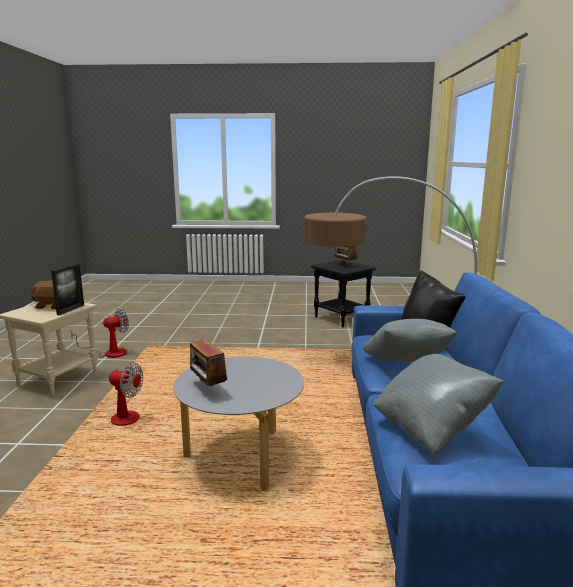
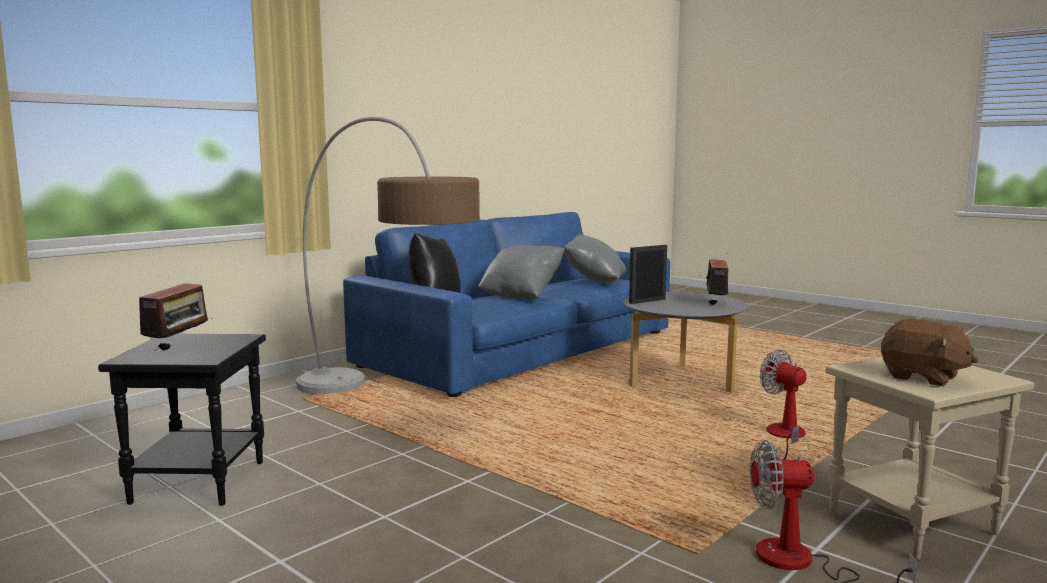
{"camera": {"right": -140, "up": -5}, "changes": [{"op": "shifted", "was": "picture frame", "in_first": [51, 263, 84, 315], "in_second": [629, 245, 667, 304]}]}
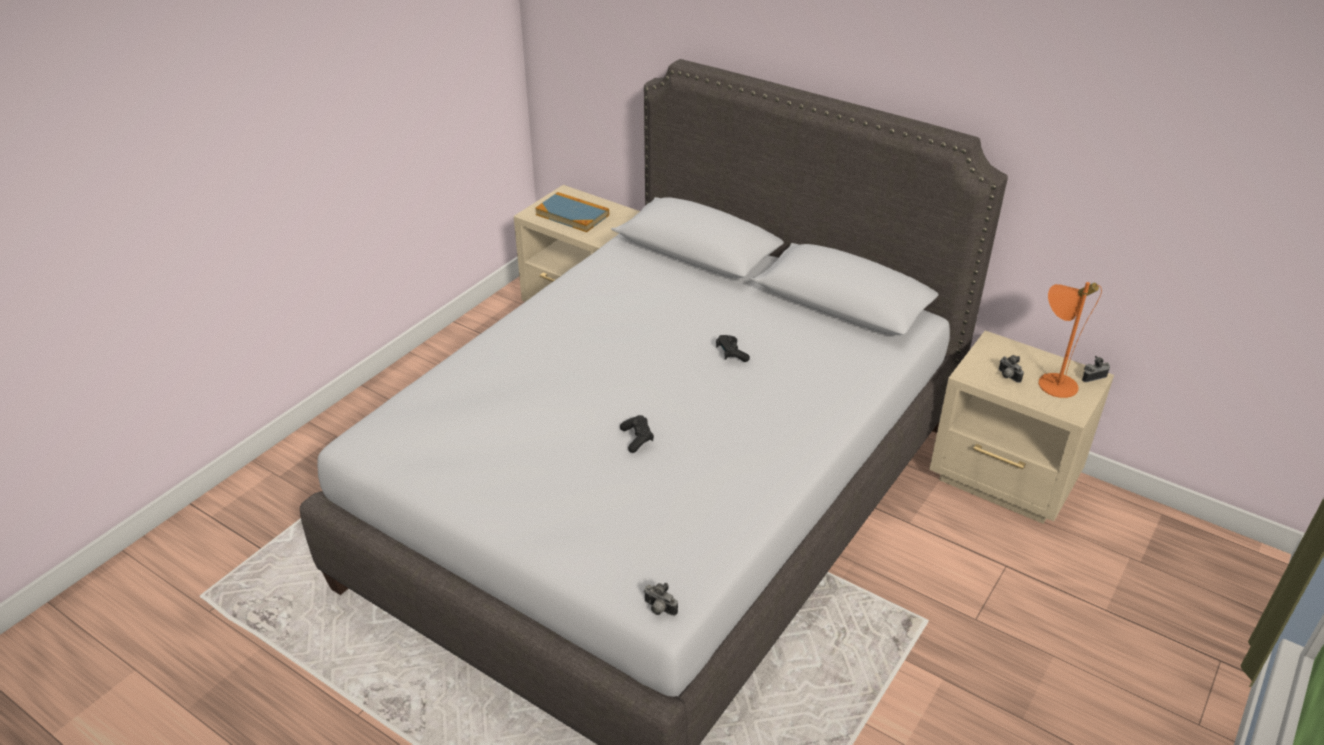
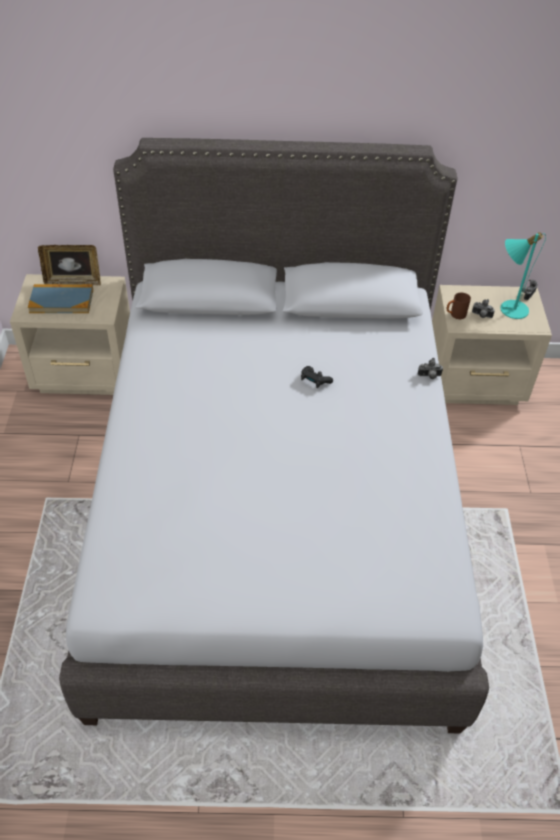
{"camera": {"right": -35, "up": 10}, "changes": [{"op": "new", "now": "picture frame", "in_second": [38, 245, 101, 285]}, {"op": "shifted", "was": "photo camera", "in_first": [643, 583, 678, 616], "in_second": [418, 358, 443, 379]}, {"op": "new", "now": "brown tea mug", "in_second": [447, 292, 471, 319]}, {"op": "repainted", "was": "orange-coloured lamp for a table", "now": "turquoise lamp for a table", "in_first": [1038, 282, 1102, 398], "in_second": [500, 232, 546, 319]}, {"op": "gone", "was": "black-coloured joypad", "in_first": [620, 415, 654, 453]}]}
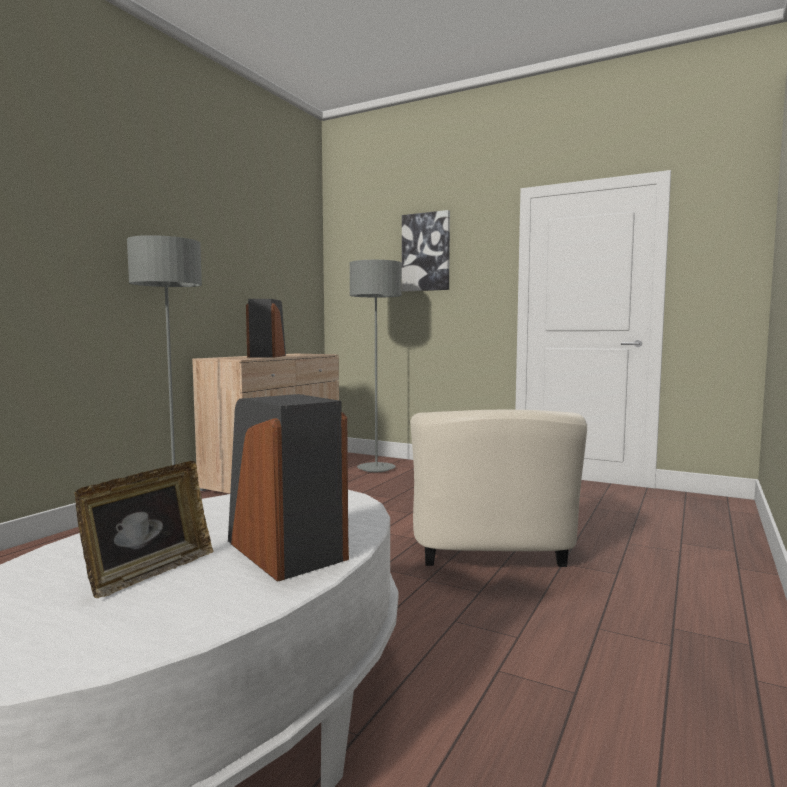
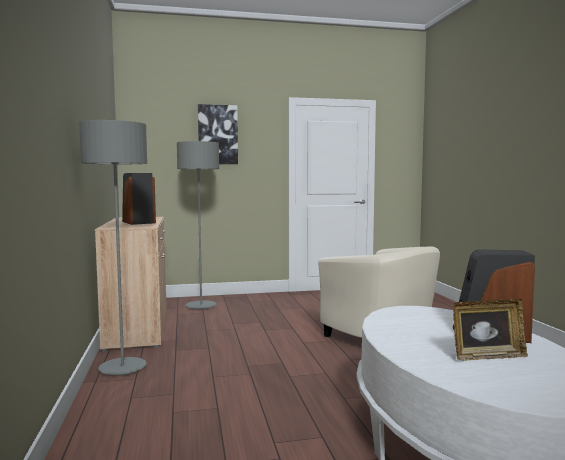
{"camera": {"right": -40, "up": 0}, "changes": [{"op": "rotated", "was": "picture frame", "in_first": [74, 461, 213, 598], "in_second": [453, 299, 528, 361], "clockwise": 90}]}
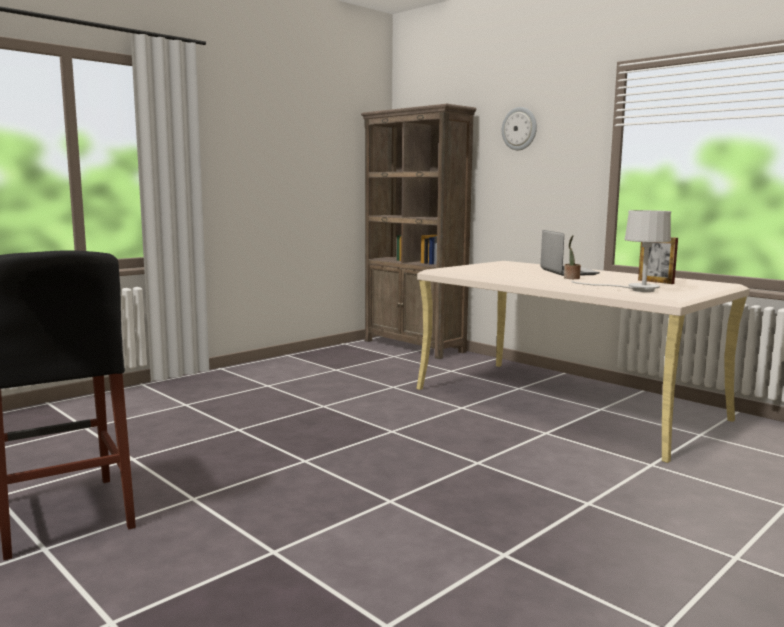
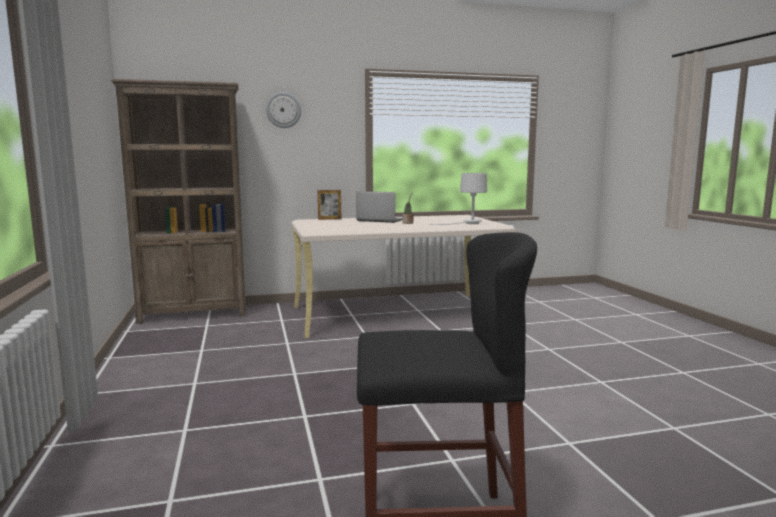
{"camera": {"right": -60, "up": 0}, "changes": [{"op": "shifted", "was": "picture frame", "in_first": [638, 237, 678, 284], "in_second": [318, 190, 341, 220]}]}
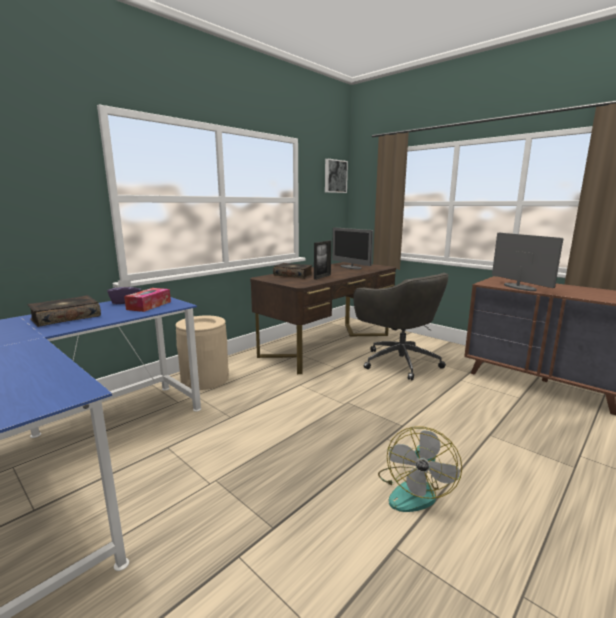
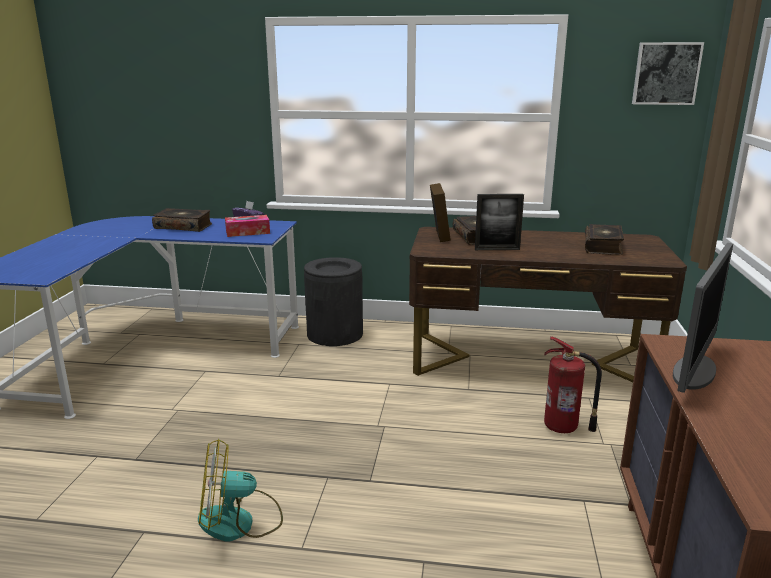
{"camera": {"right": 55, "up": 5}, "changes": [{"op": "repainted", "was": "beige waste bin", "now": "black-coloured waste bin", "in_first": [176, 315, 229, 390], "in_second": [304, 257, 363, 346]}, {"op": "new", "now": "picture frame", "in_second": [430, 183, 451, 242]}, {"op": "swapped", "was": "gray computer chair", "now": "fire-fighting cylinder", "in_first": [353, 273, 448, 380], "in_second": [544, 336, 602, 433]}, {"op": "swapped", "was": "monitor", "now": "volume", "in_first": [332, 227, 373, 269], "in_second": [585, 224, 624, 255]}]}
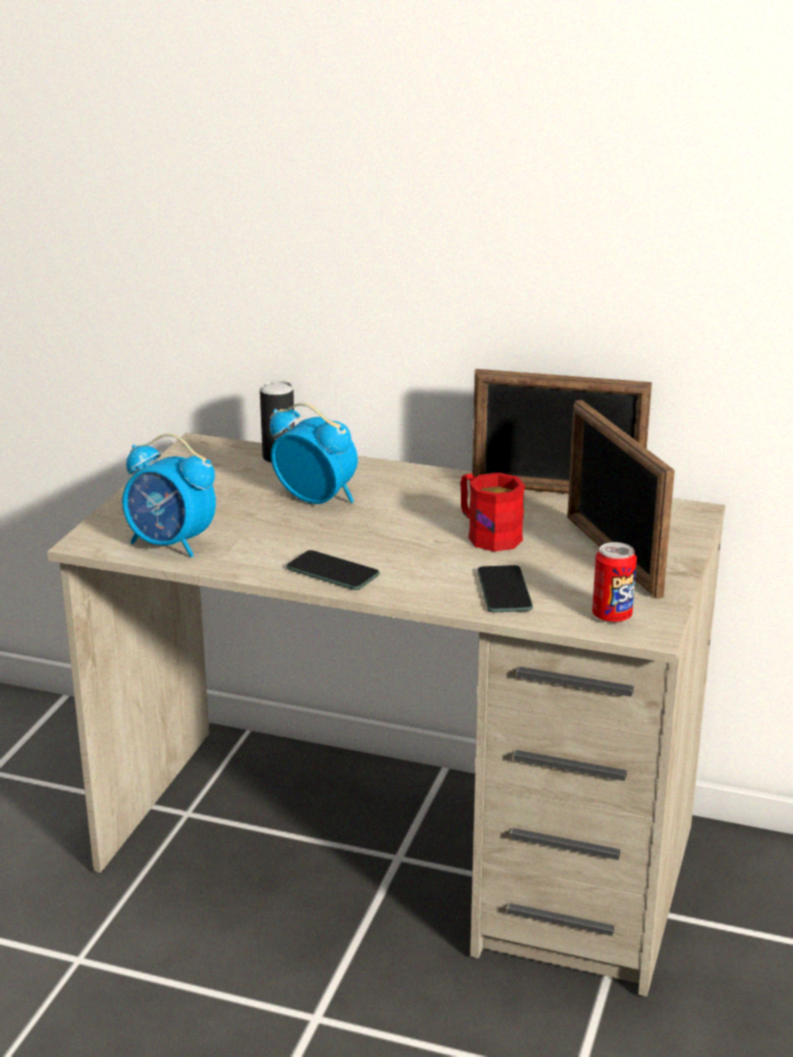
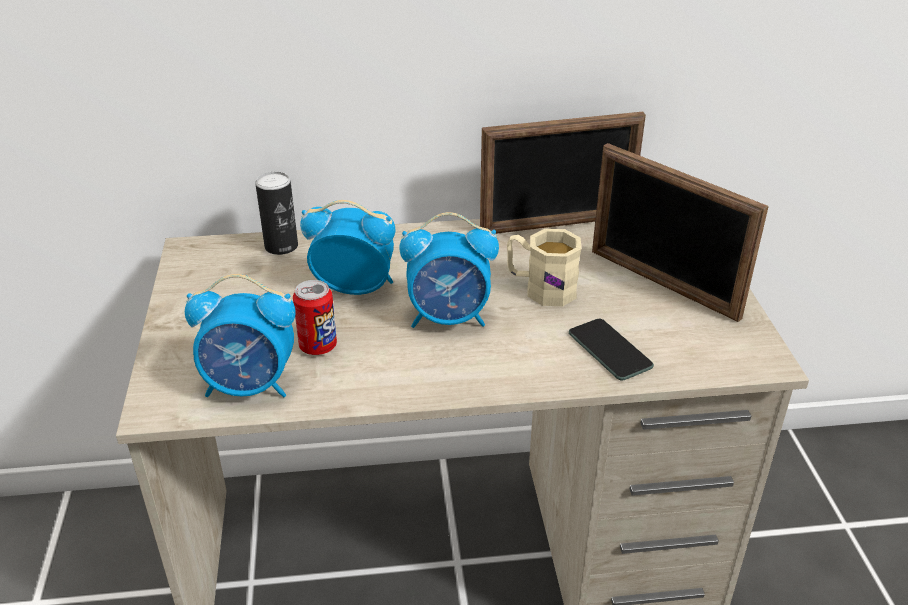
{"camera": {"right": -25, "up": 10}, "changes": [{"op": "shifted", "was": "metal can", "in_first": [592, 542, 637, 623], "in_second": [293, 280, 337, 355]}, {"op": "new", "now": "alarm clock", "in_second": [399, 212, 499, 328]}, {"op": "repainted", "was": "red-coloured tea mug", "now": "beige tea mug", "in_first": [460, 473, 525, 552], "in_second": [507, 229, 581, 306]}, {"op": "gone", "was": "telephone", "in_first": [286, 550, 380, 590]}]}
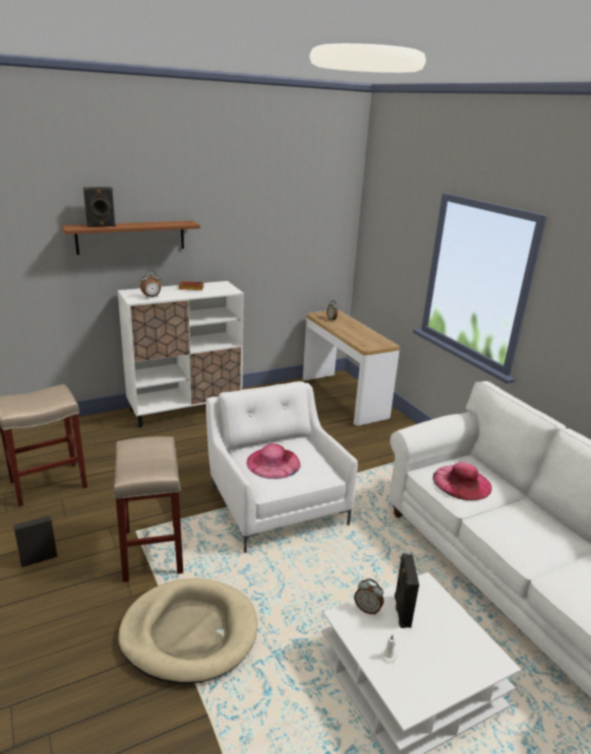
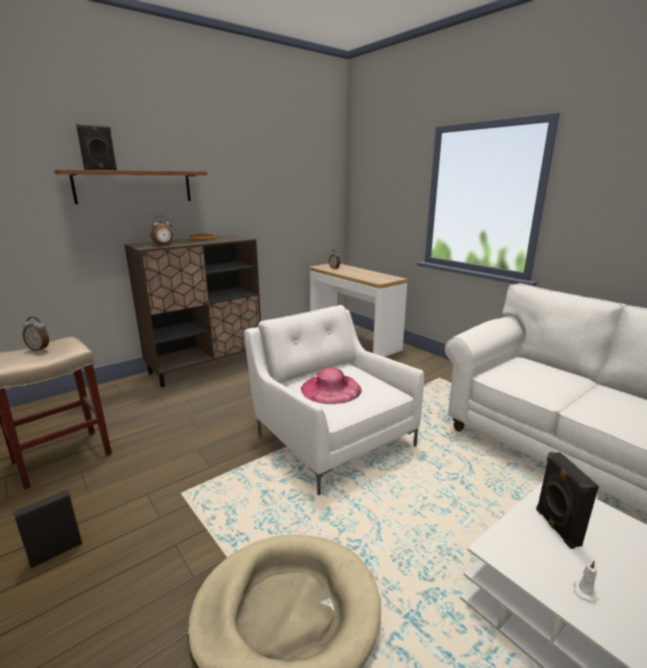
{"camera": {"right": -10, "up": -5}, "changes": [{"op": "shifted", "was": "alarm clock", "in_first": [354, 579, 384, 615], "in_second": [23, 316, 49, 351]}, {"op": "repainted", "was": "white storage cabinet", "now": "brown storage cabinet", "in_first": [117, 281, 244, 427], "in_second": [124, 235, 261, 387]}, {"op": "gone", "was": "beige sitting stool", "in_first": [114, 436, 183, 582]}, {"op": "gone", "was": "pinkish clothing hat", "in_first": [433, 462, 492, 501]}]}
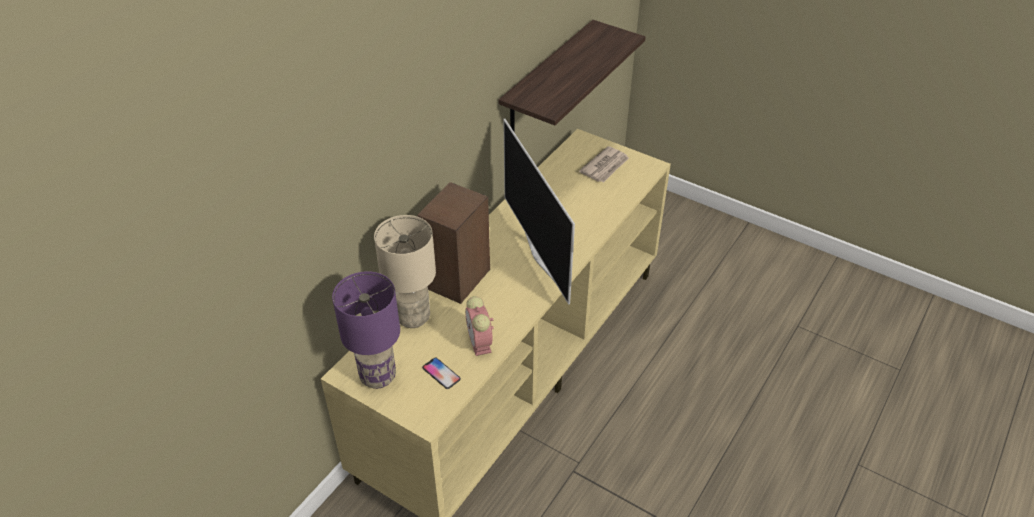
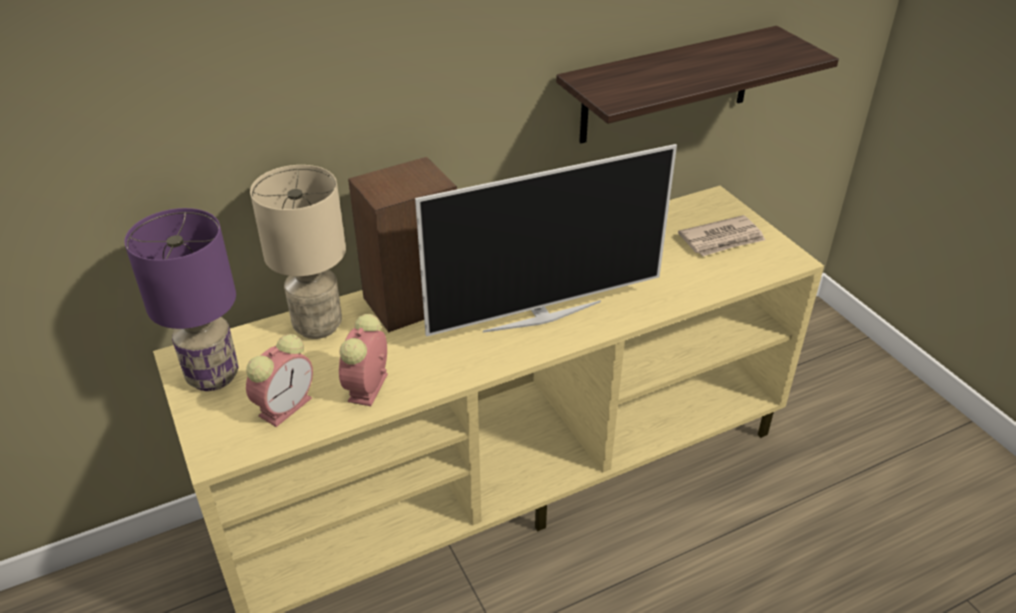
{"camera": {"right": 30, "up": -5}, "changes": [{"op": "swapped", "was": "telephone", "now": "alarm clock", "in_first": [422, 358, 461, 389], "in_second": [246, 334, 313, 427]}, {"op": "rotated", "was": "TV set", "in_first": [504, 119, 575, 305], "in_second": [415, 144, 677, 337], "clockwise": -120}]}
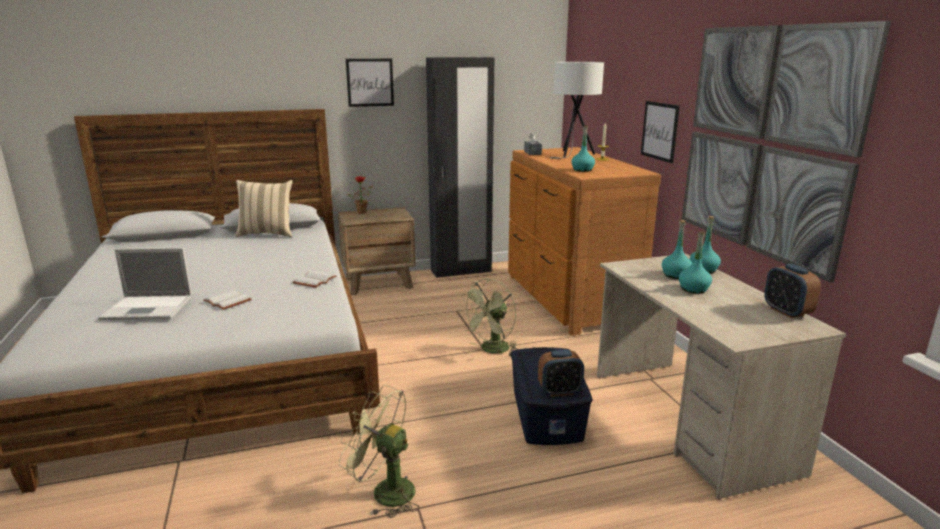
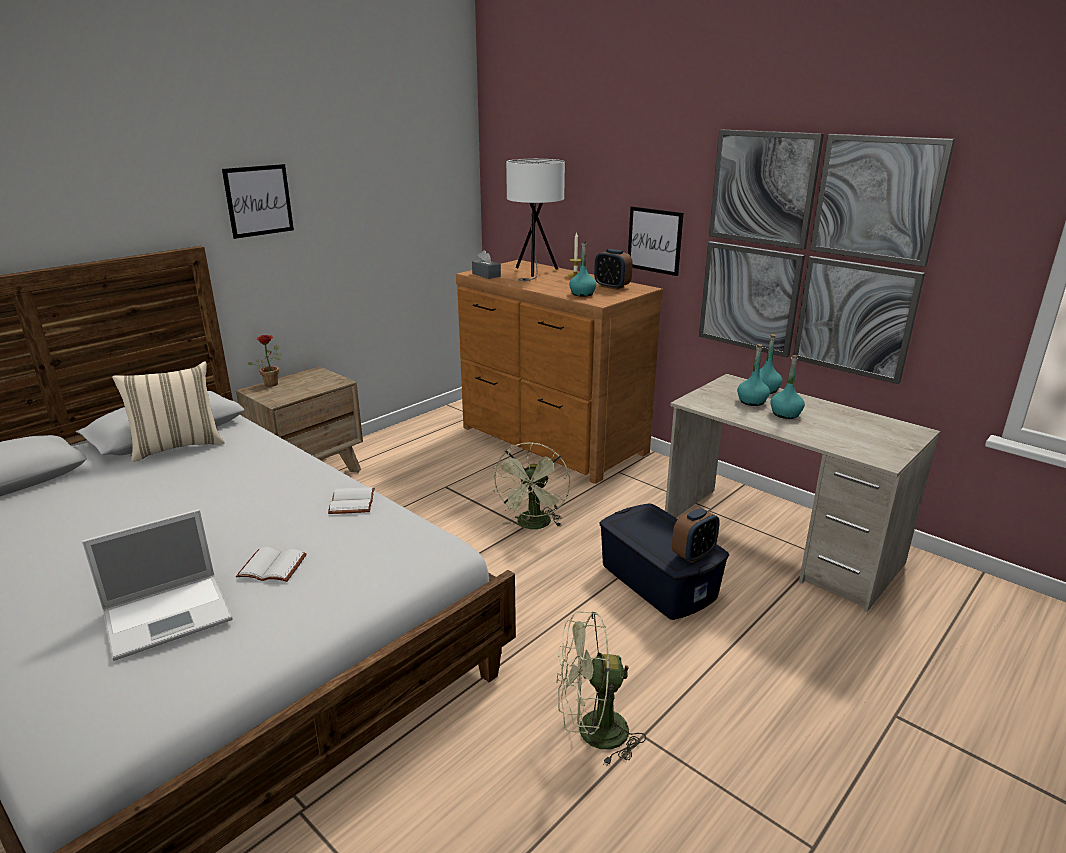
{"camera": {"right": -30, "up": 5}, "changes": [{"op": "shifted", "was": "alarm clock", "in_first": [764, 264, 821, 318], "in_second": [594, 249, 633, 290]}, {"op": "gone", "was": "black-coloured wardrobe", "in_first": [426, 57, 494, 278]}]}
